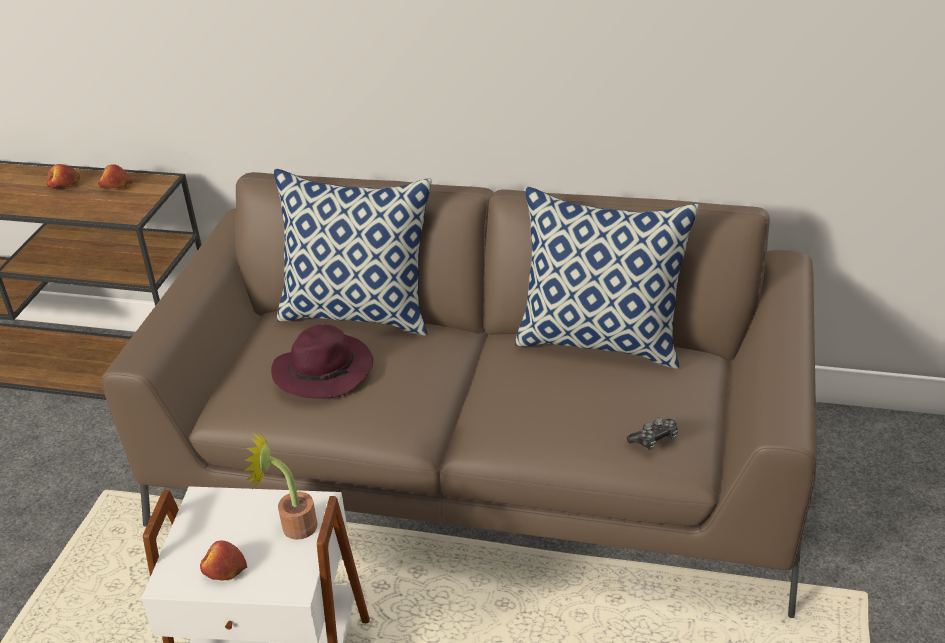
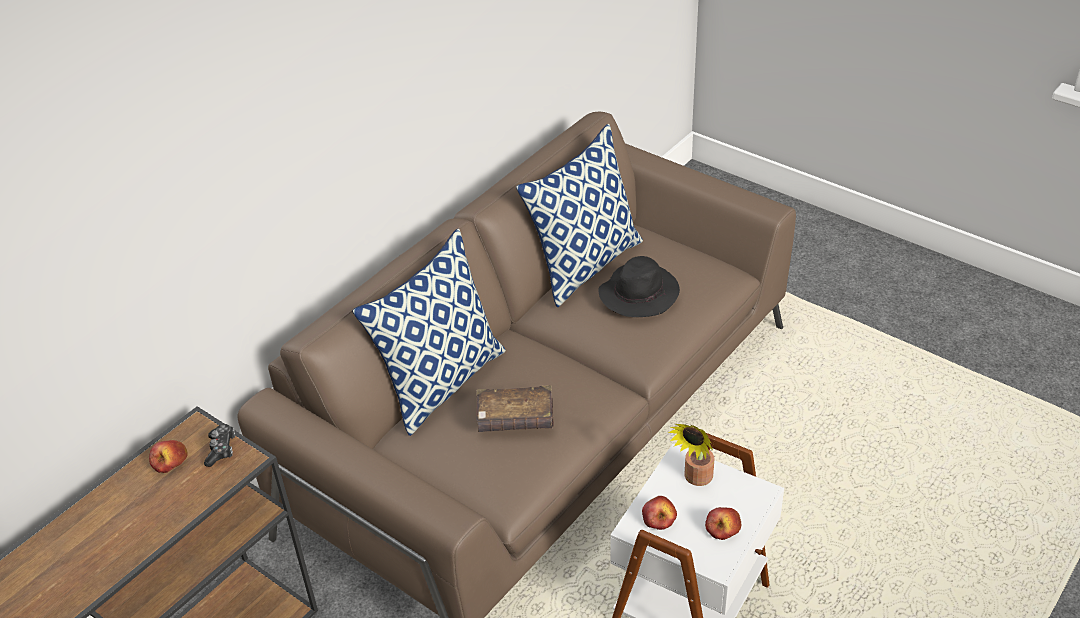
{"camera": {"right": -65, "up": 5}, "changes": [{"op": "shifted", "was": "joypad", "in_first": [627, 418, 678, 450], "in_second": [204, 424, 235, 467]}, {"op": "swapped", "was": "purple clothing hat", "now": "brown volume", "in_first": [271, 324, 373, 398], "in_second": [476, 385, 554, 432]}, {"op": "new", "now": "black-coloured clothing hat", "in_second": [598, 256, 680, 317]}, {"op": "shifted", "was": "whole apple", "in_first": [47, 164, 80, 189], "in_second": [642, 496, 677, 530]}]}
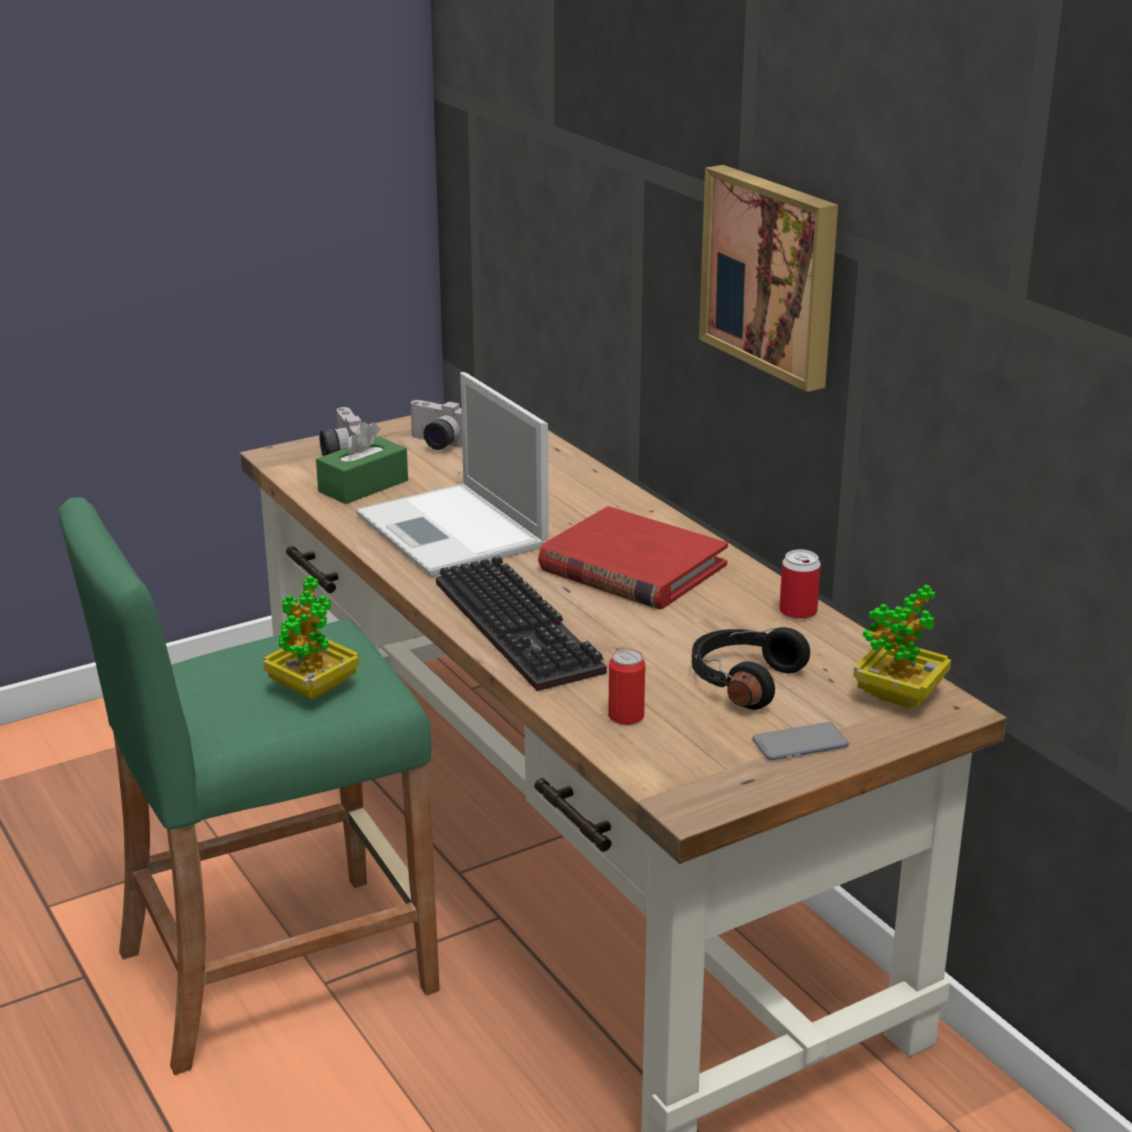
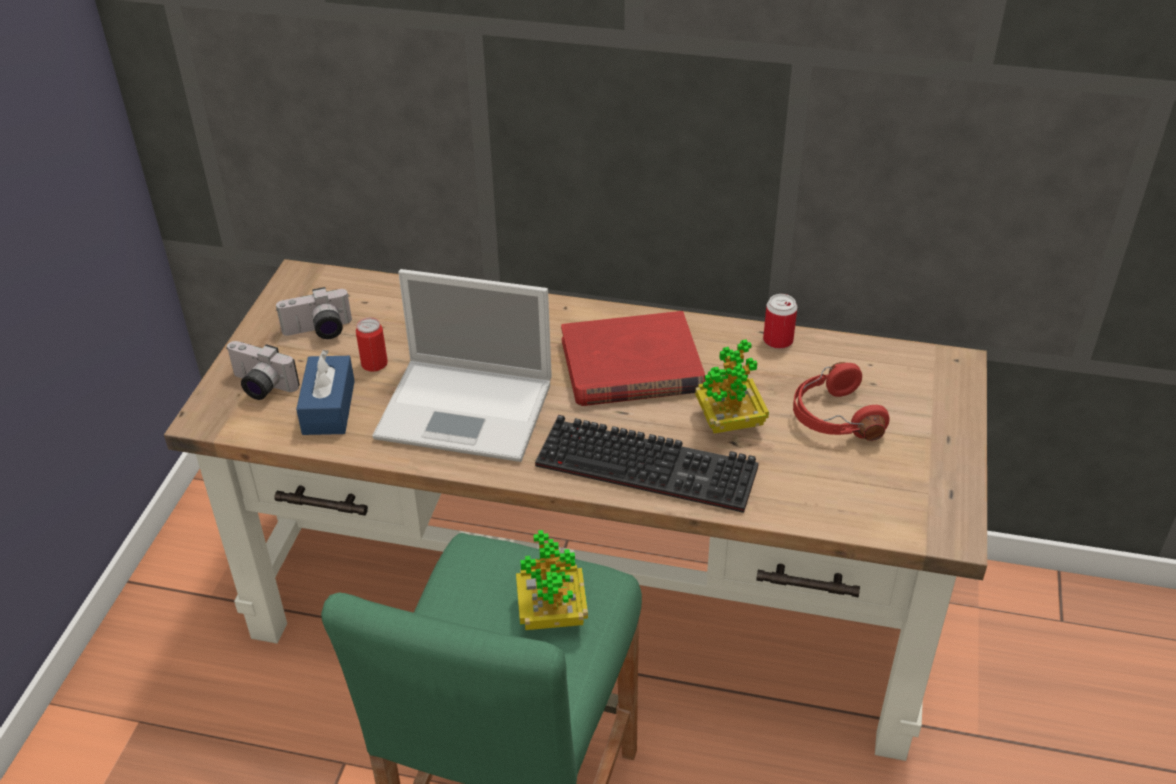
{"camera": {"right": -45, "up": 15}, "changes": [{"op": "repainted", "was": "green-coloured box of tissues", "now": "bluish box of tissues", "in_first": [316, 421, 408, 504], "in_second": [296, 350, 355, 435]}, {"op": "shifted", "was": "metal can", "in_first": [608, 648, 645, 725], "in_second": [356, 318, 388, 372]}, {"op": "shifted", "was": "plant in a pot", "in_first": [853, 585, 951, 708], "in_second": [695, 339, 769, 433]}, {"op": "repainted", "was": "black-coloured pair of headphones", "now": "red-coloured pair of headphones", "in_first": [692, 627, 810, 710], "in_second": [793, 362, 890, 441]}, {"op": "gone", "was": "picture", "in_first": [699, 165, 838, 392]}, {"op": "gone", "was": "telephone", "in_first": [752, 722, 849, 760]}]}
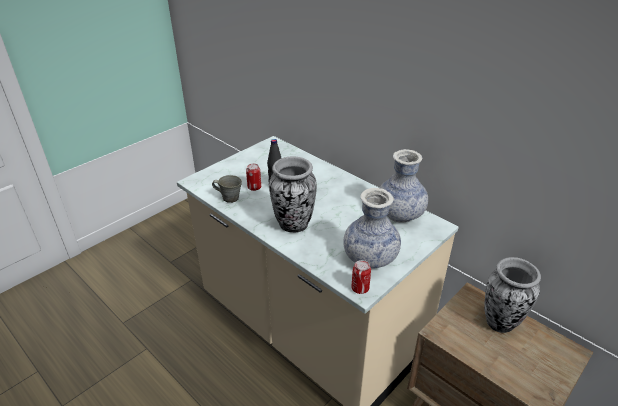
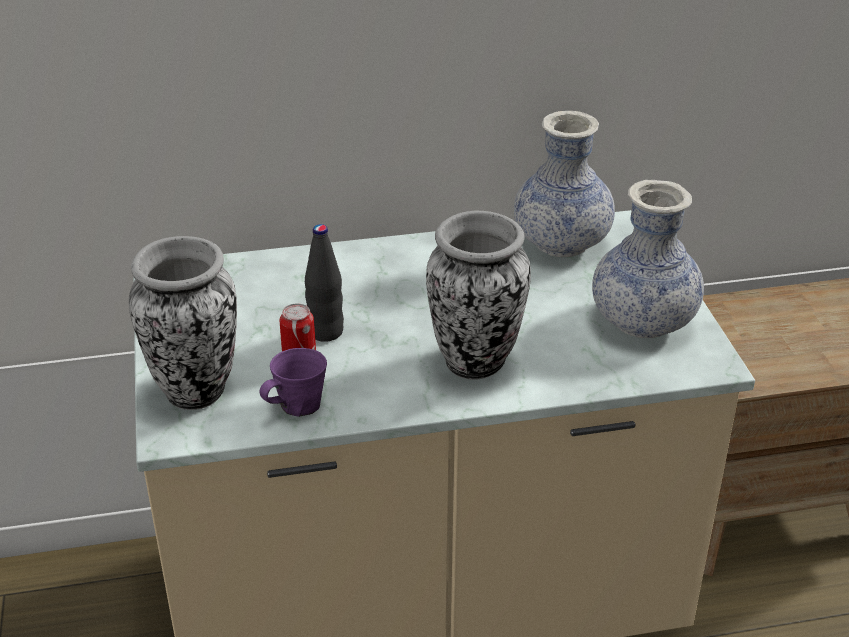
{"camera": {"right": -55, "up": 0}, "changes": [{"op": "shifted", "was": "vase", "in_first": [484, 257, 541, 333], "in_second": [129, 236, 237, 410]}, {"op": "repainted", "was": "gray tea mug", "now": "purple tea mug", "in_first": [212, 175, 242, 203], "in_second": [259, 348, 327, 417]}, {"op": "gone", "was": "metal can", "in_first": [351, 260, 371, 294]}]}
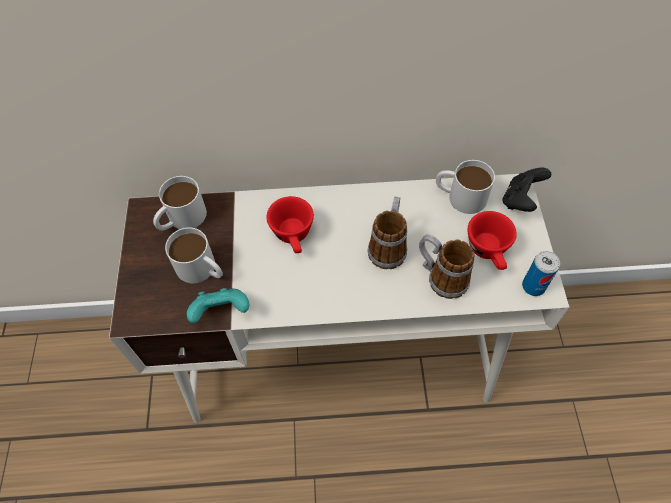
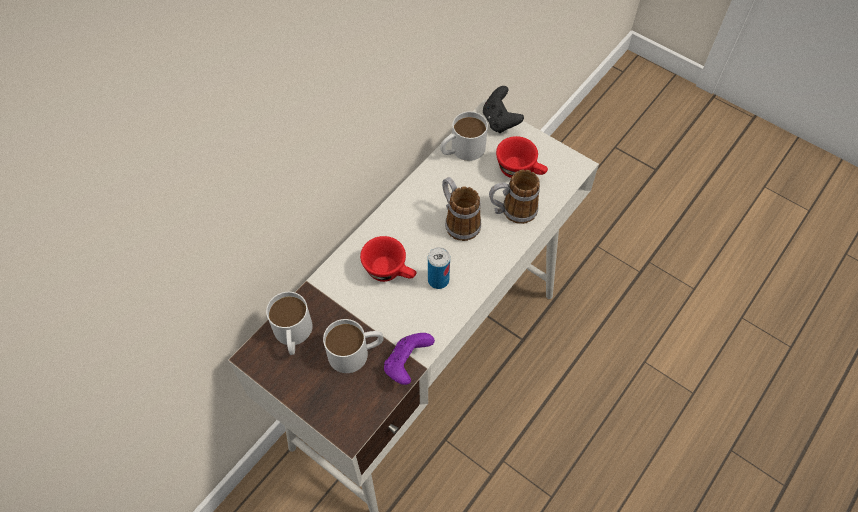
{"camera": {"right": -50, "up": 0}, "changes": [{"op": "repainted", "was": "turquoise joypad", "now": "purple joypad", "in_first": [187, 288, 249, 323], "in_second": [384, 333, 435, 385]}, {"op": "shifted", "was": "metal can", "in_first": [522, 251, 560, 296], "in_second": [428, 247, 450, 289]}]}
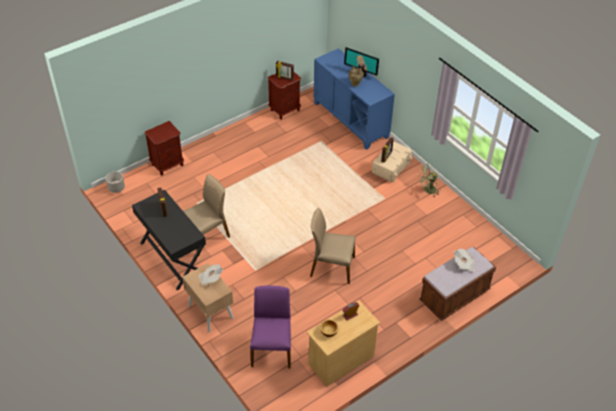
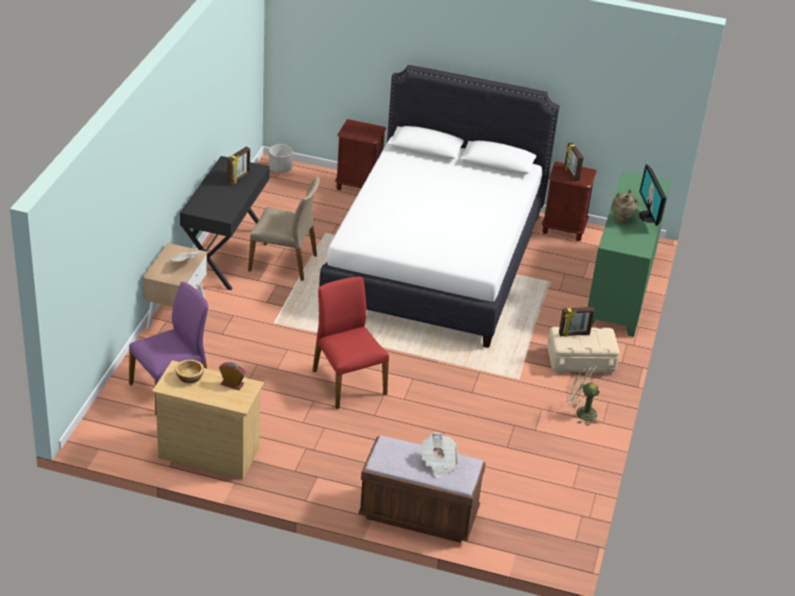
{"camera": {"right": 50, "up": -10}, "changes": [{"op": "repainted", "was": "beige chair", "now": "red-coloured chair", "in_first": [310, 208, 355, 284], "in_second": [312, 277, 389, 409]}, {"op": "new", "now": "white bed", "in_second": [319, 65, 560, 348]}, {"op": "repainted", "was": "bluish storage cabinet", "now": "green-coloured storage cabinet", "in_first": [314, 48, 395, 150], "in_second": [588, 171, 671, 337]}]}
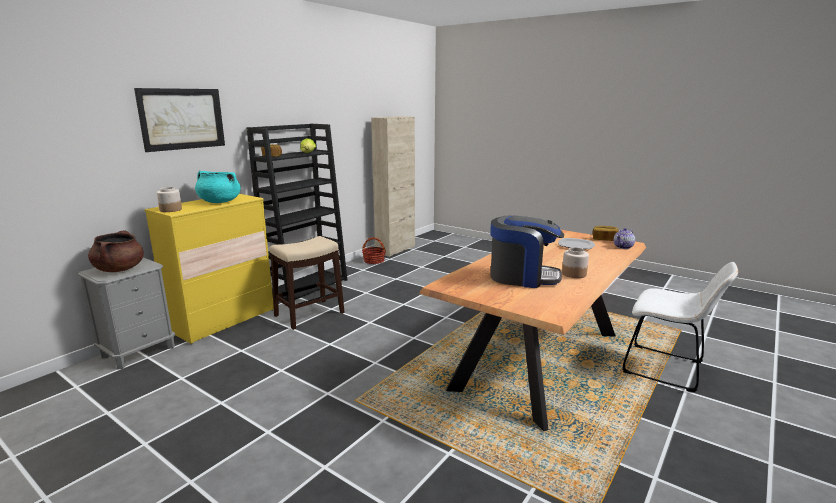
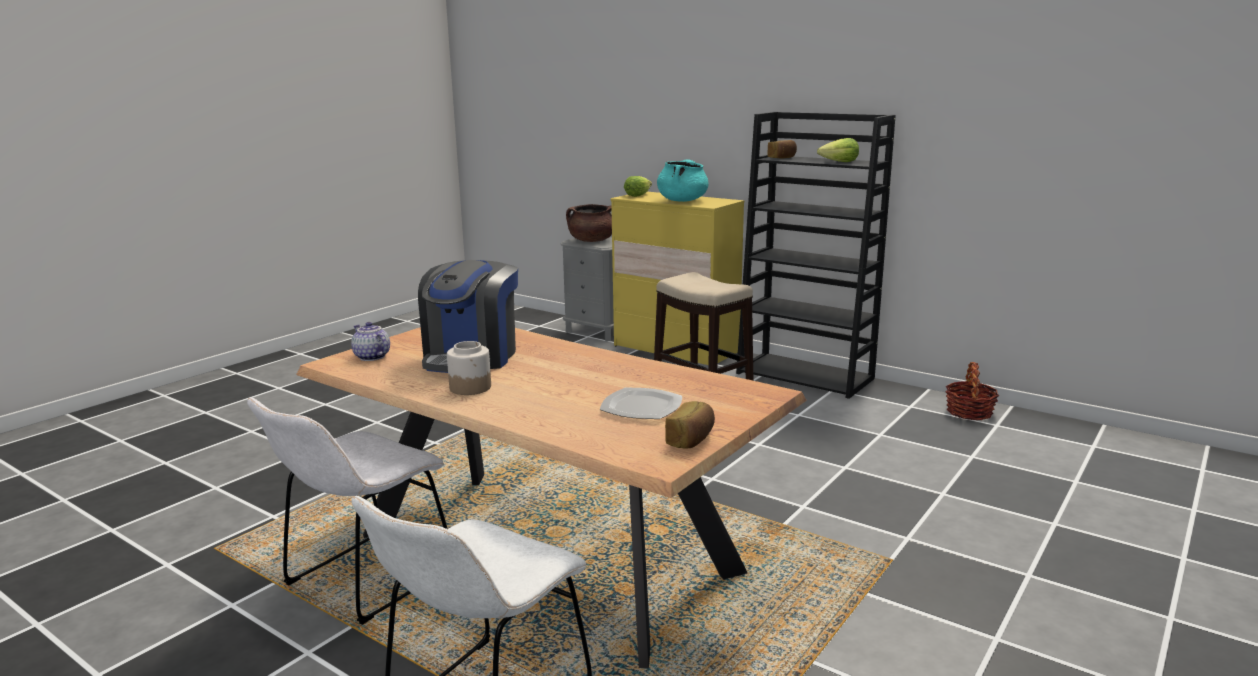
{"camera": {"right": 90, "up": 0}, "changes": [{"op": "new", "now": "white chair", "in_second": [247, 398, 447, 625]}, {"op": "shifted", "was": "pot for tea", "in_first": [613, 228, 635, 249], "in_second": [351, 322, 390, 361]}, {"op": "swapped", "was": "storage jar", "now": "lettuce head", "in_first": [157, 187, 182, 212], "in_second": [624, 176, 652, 197]}, {"op": "gone", "was": "picture", "in_first": [134, 88, 225, 152]}, {"op": "gone", "was": "beige storage cabinet", "in_first": [371, 116, 415, 257]}]}
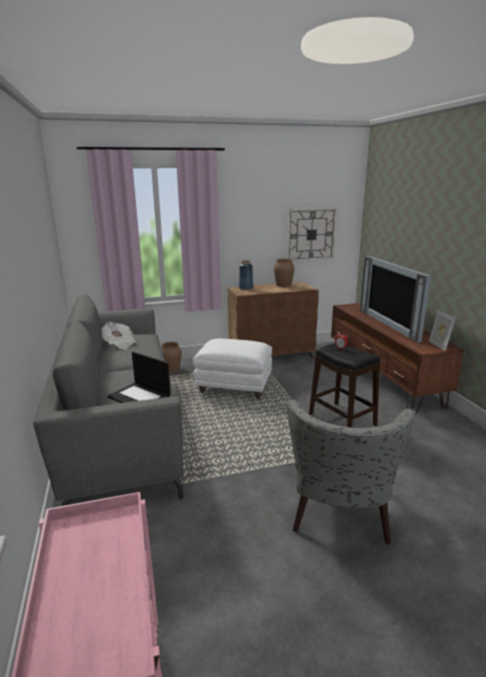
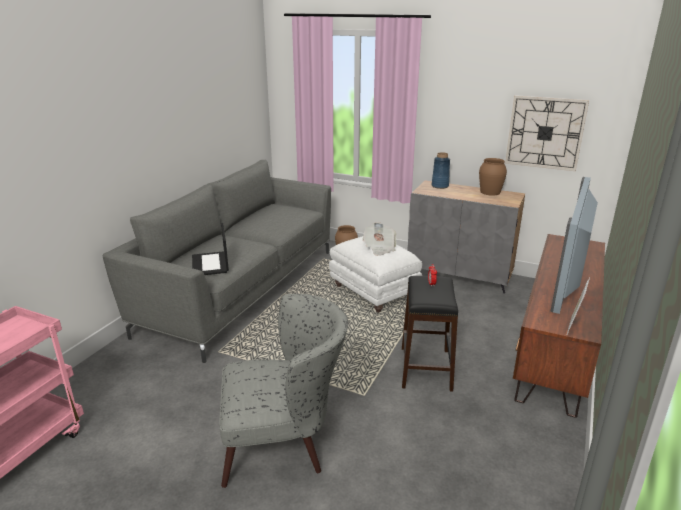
{"camera": {"right": 40, "up": 5}, "changes": [{"op": "rotated", "was": "gray armchair", "in_first": [286, 400, 415, 544], "in_second": [219, 294, 348, 488], "clockwise": -150}, {"op": "shifted", "was": "daily paper", "in_first": [101, 322, 136, 350], "in_second": [362, 222, 396, 256]}, {"op": "repainted", "was": "brown storage cabinet", "now": "gray storage cabinet", "in_first": [228, 282, 319, 358], "in_second": [407, 180, 525, 294]}]}
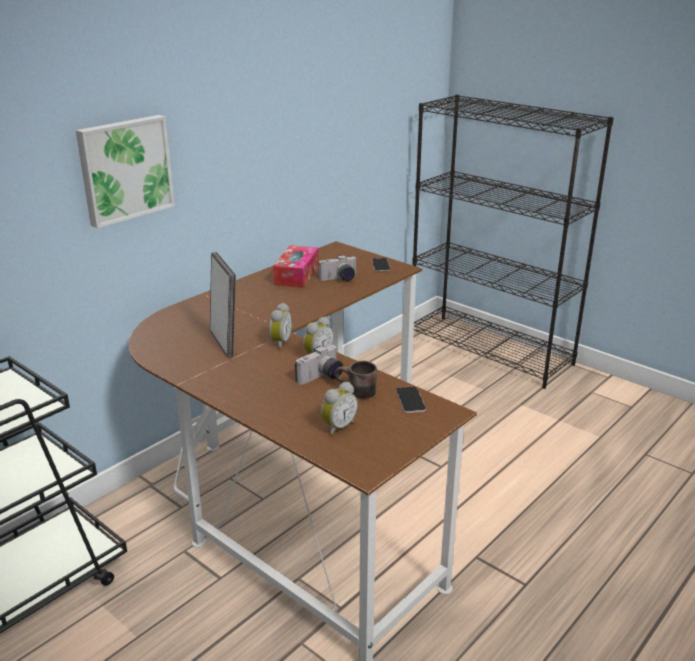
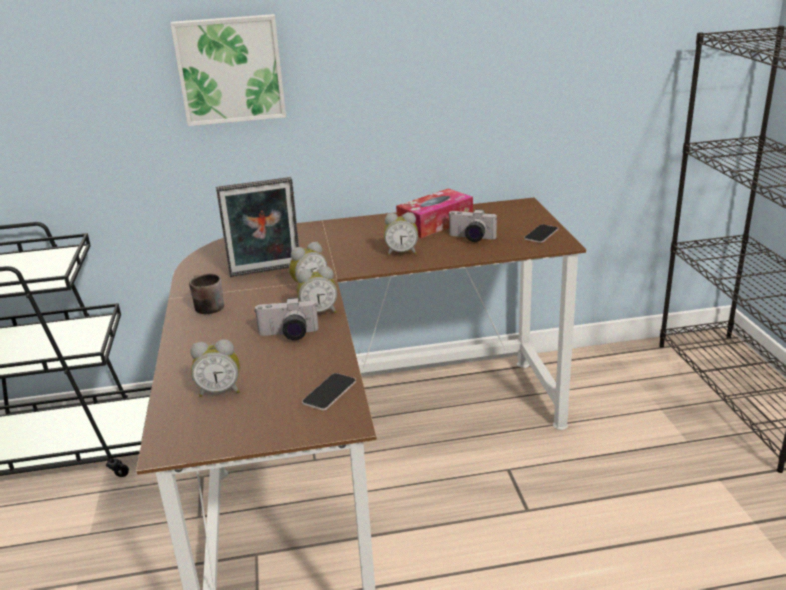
{"camera": {"right": 40, "up": 0}, "changes": [{"op": "shifted", "was": "brown tea mug", "in_first": [335, 361, 377, 399], "in_second": [189, 273, 224, 314]}, {"op": "rotated", "was": "picture frame", "in_first": [210, 252, 236, 357], "in_second": [216, 177, 299, 277], "clockwise": 60}, {"op": "new", "now": "alarm clock", "in_second": [384, 212, 418, 256]}]}
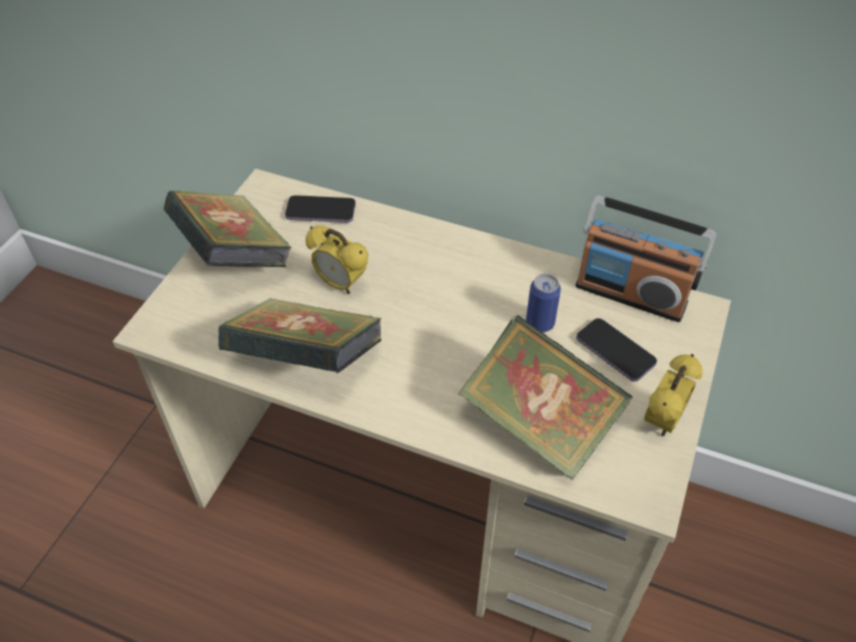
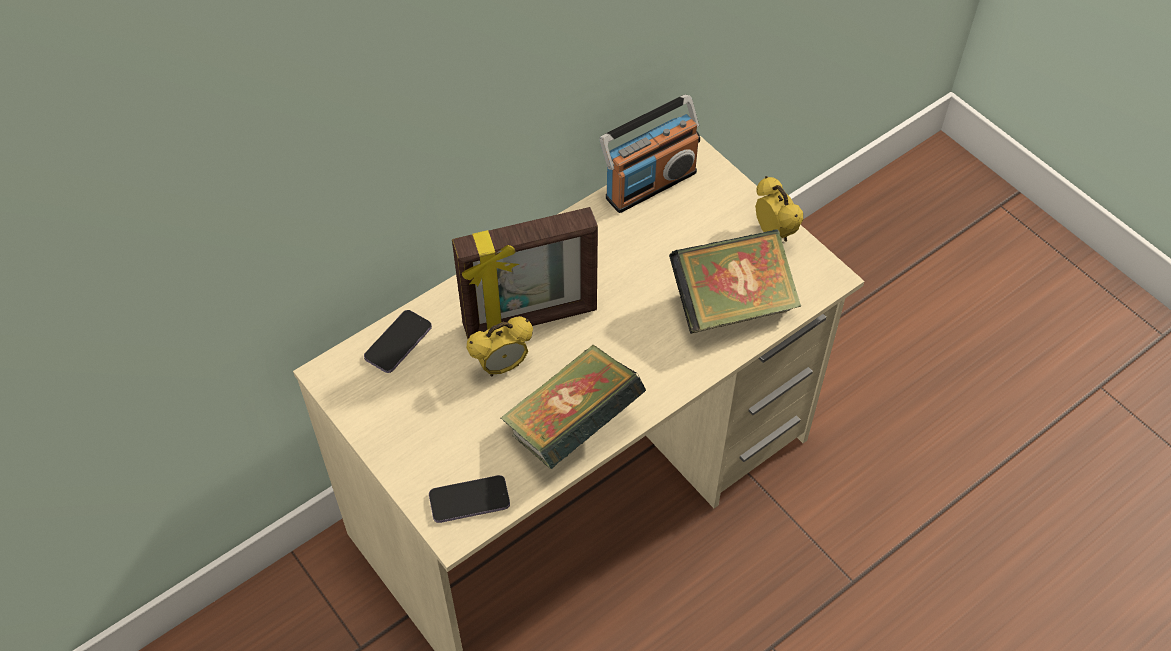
{"camera": {"right": -60, "up": 5}, "changes": [{"op": "shifted", "was": "telephone", "in_first": [576, 318, 657, 382], "in_second": [429, 475, 510, 523]}, {"op": "new", "now": "picture frame", "in_second": [452, 207, 598, 339]}, {"op": "gone", "was": "volume", "in_first": [164, 190, 293, 267]}, {"op": "gone", "was": "metal can", "in_first": [526, 274, 561, 333]}]}
